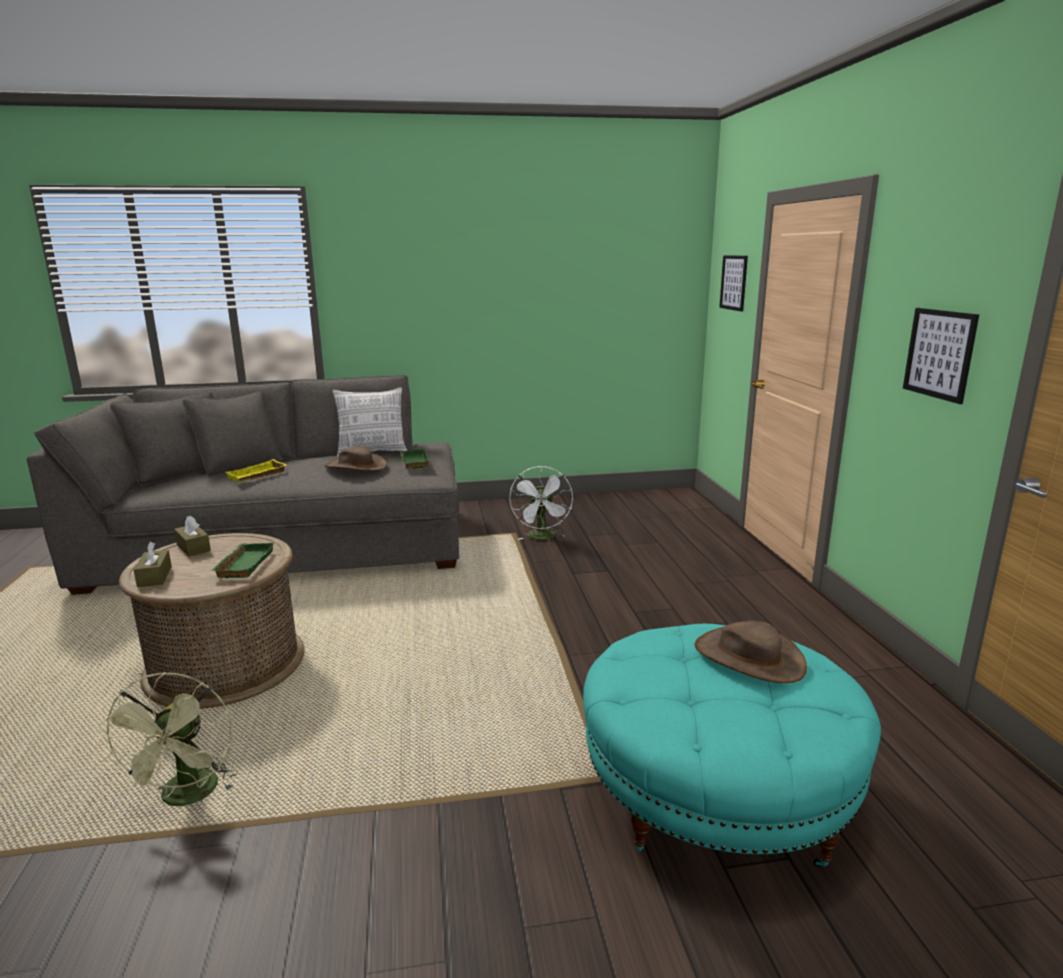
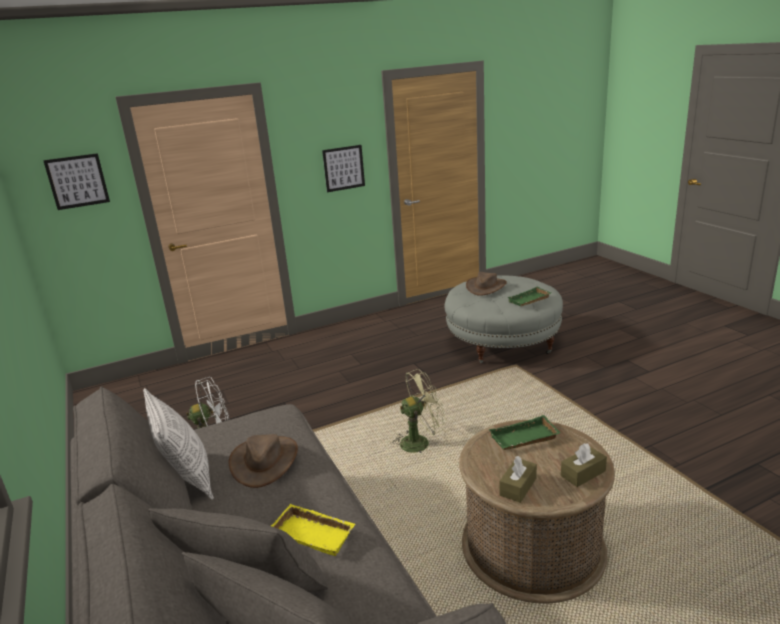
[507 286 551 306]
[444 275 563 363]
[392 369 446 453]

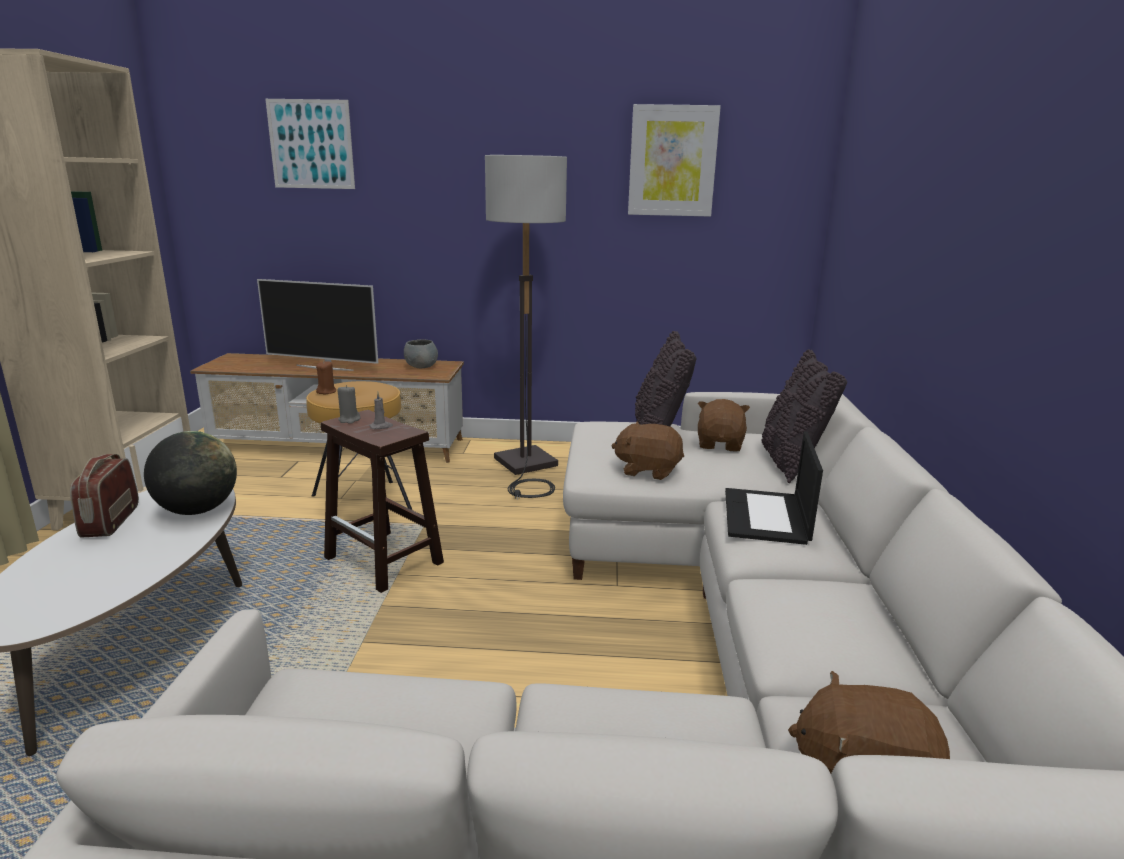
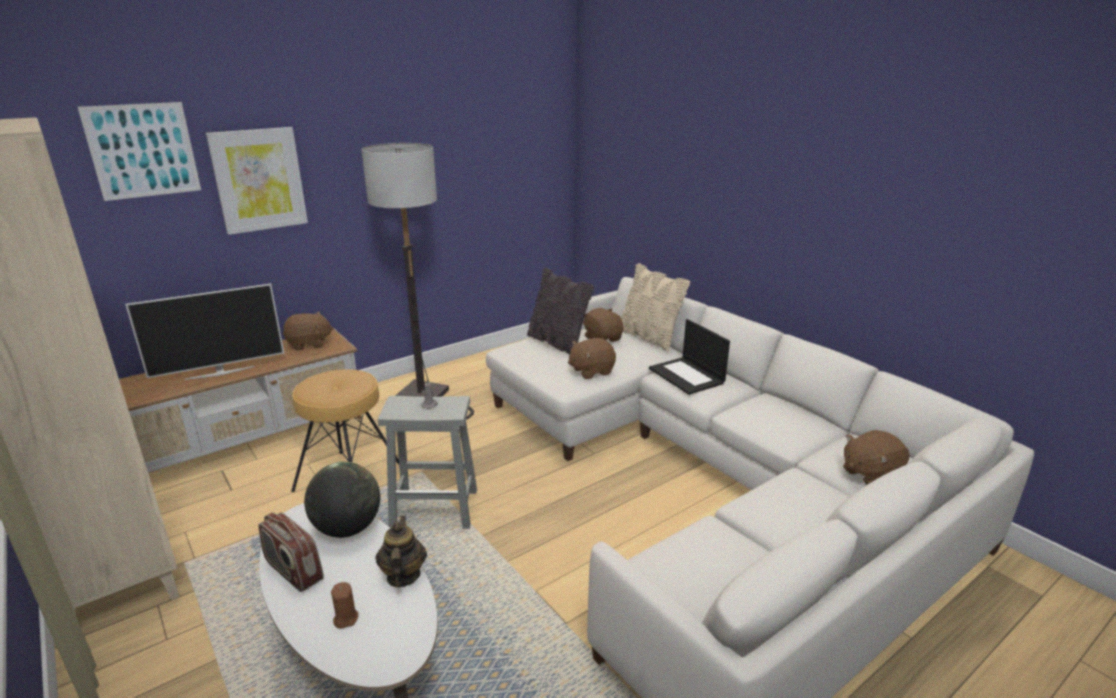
[206 127 308 235]
[283 312 334 350]
[621 263 690 352]
[331 582 359 629]
[337 385 360 424] (first image)
[378 396 477 529]
[375 515 427 587]

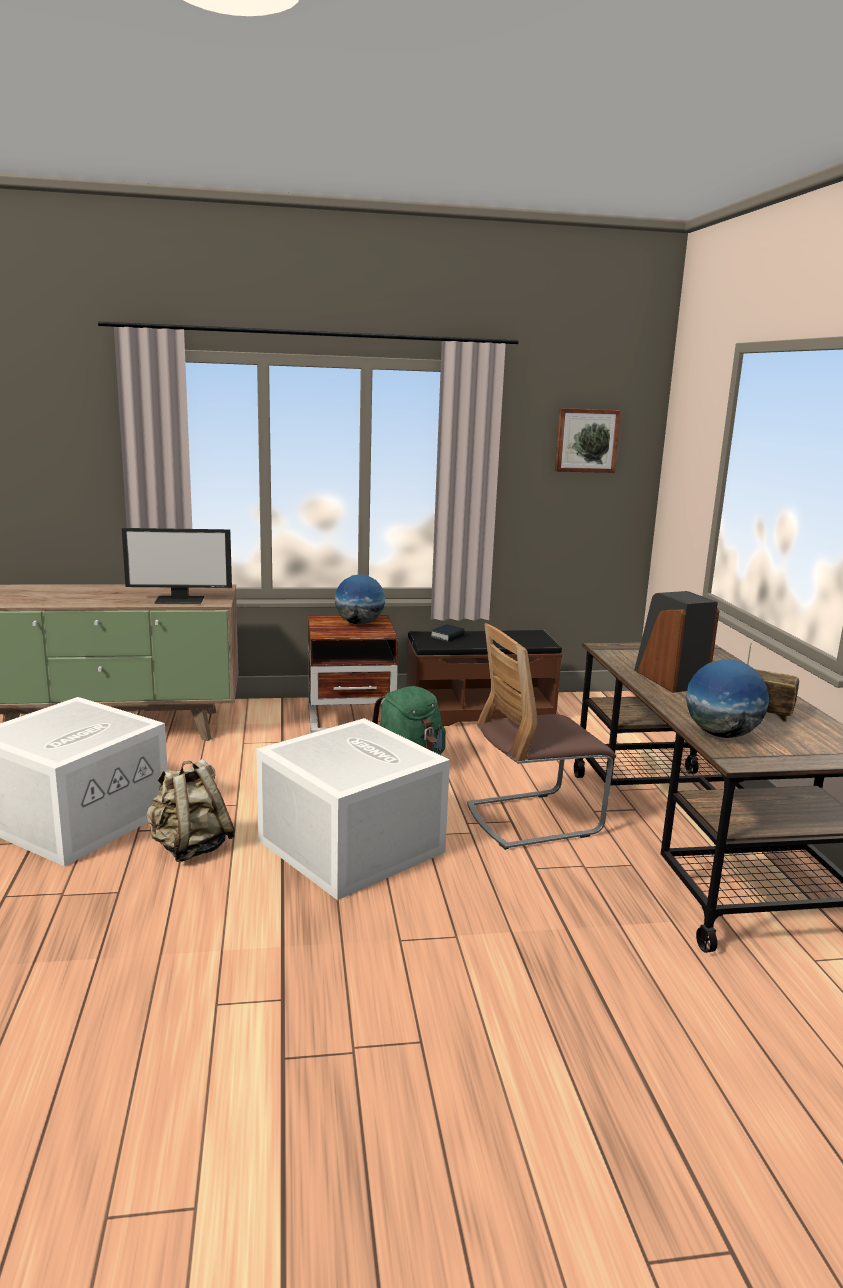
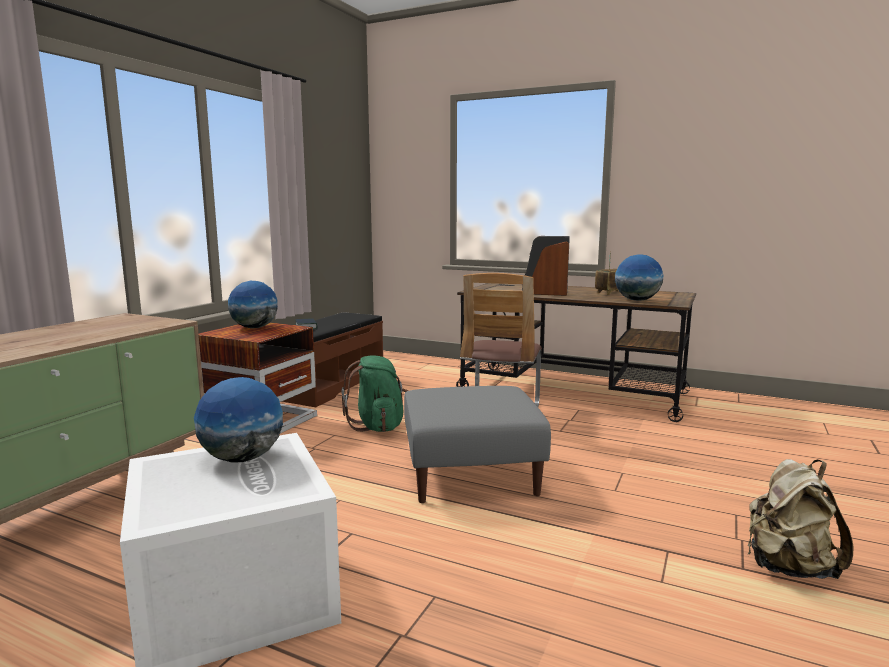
[555 408 621 473] (first image)
[122 528 232 604] (first image)
[404 386 551 503]
[748 459 854 579]
[194 377 283 462]

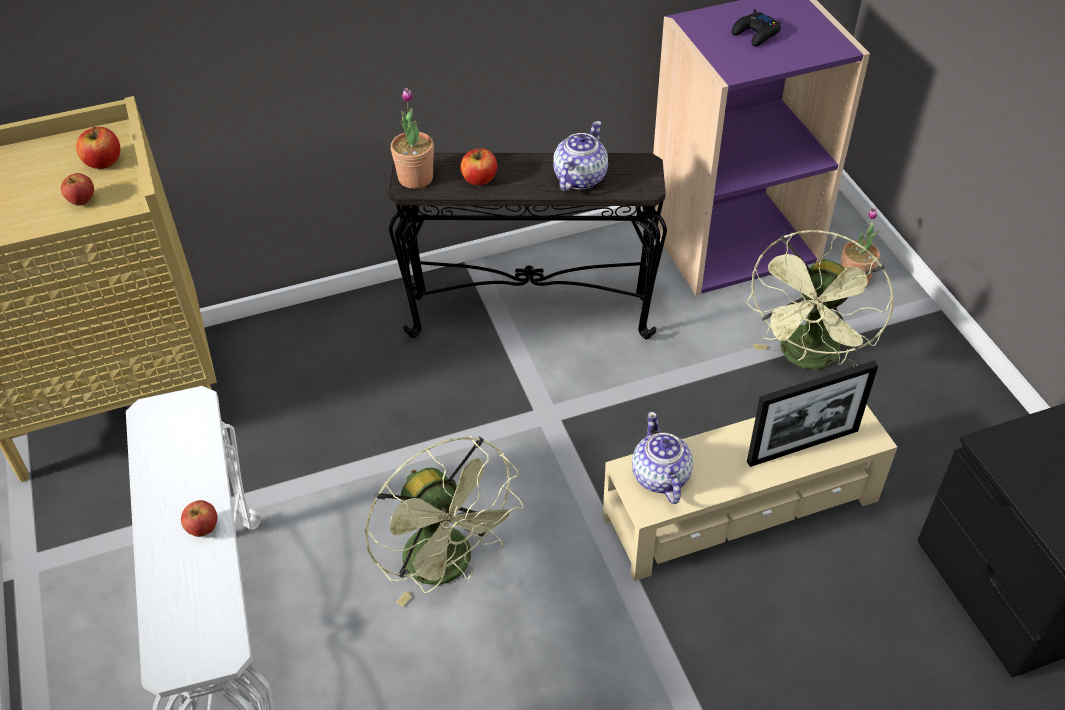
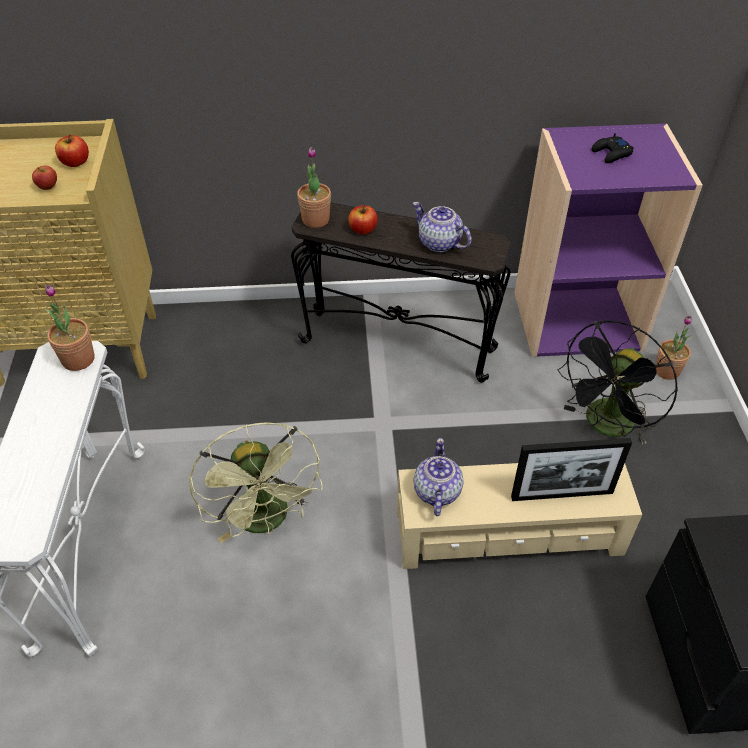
[413 202 472 252]
[558 320 678 445]
[181 500 217 537] (first image)
[45 284 95 371]

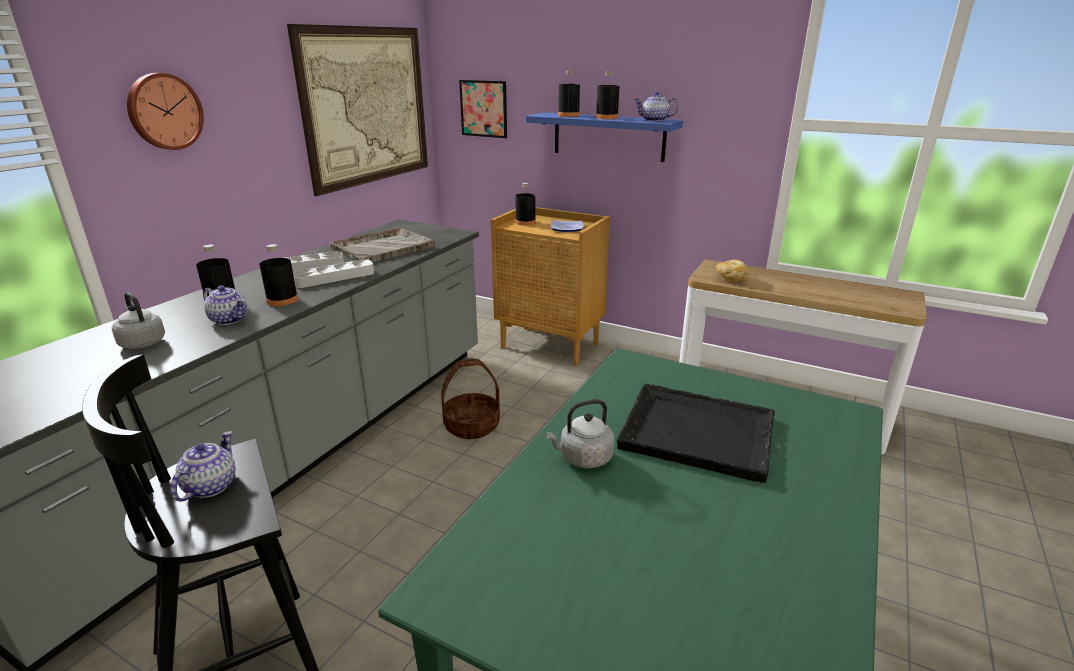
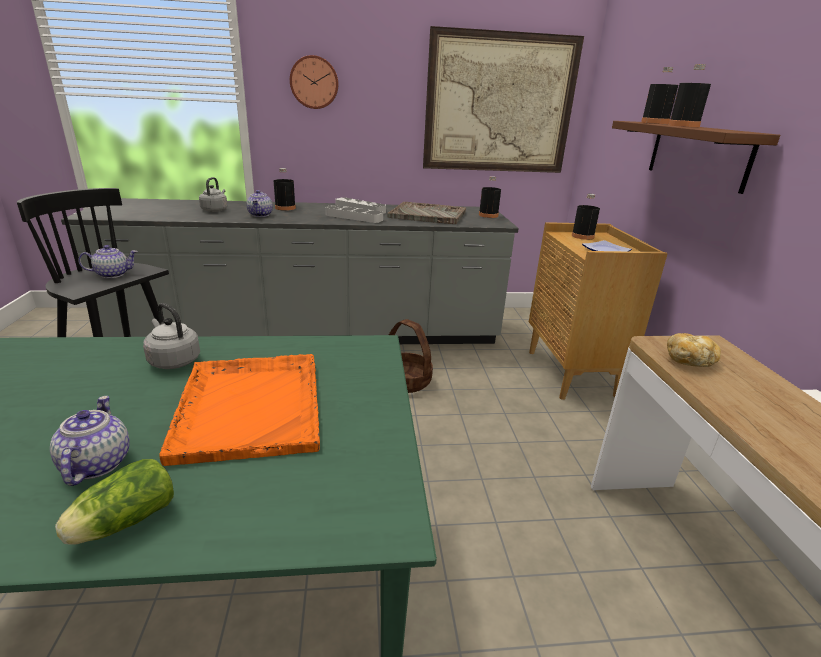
[459 80 507 138] (first image)
[50 396 130 486]
[612 121 780 194]
[479 176 501 218]
[159 354 320 466]
[55 459 174 545]

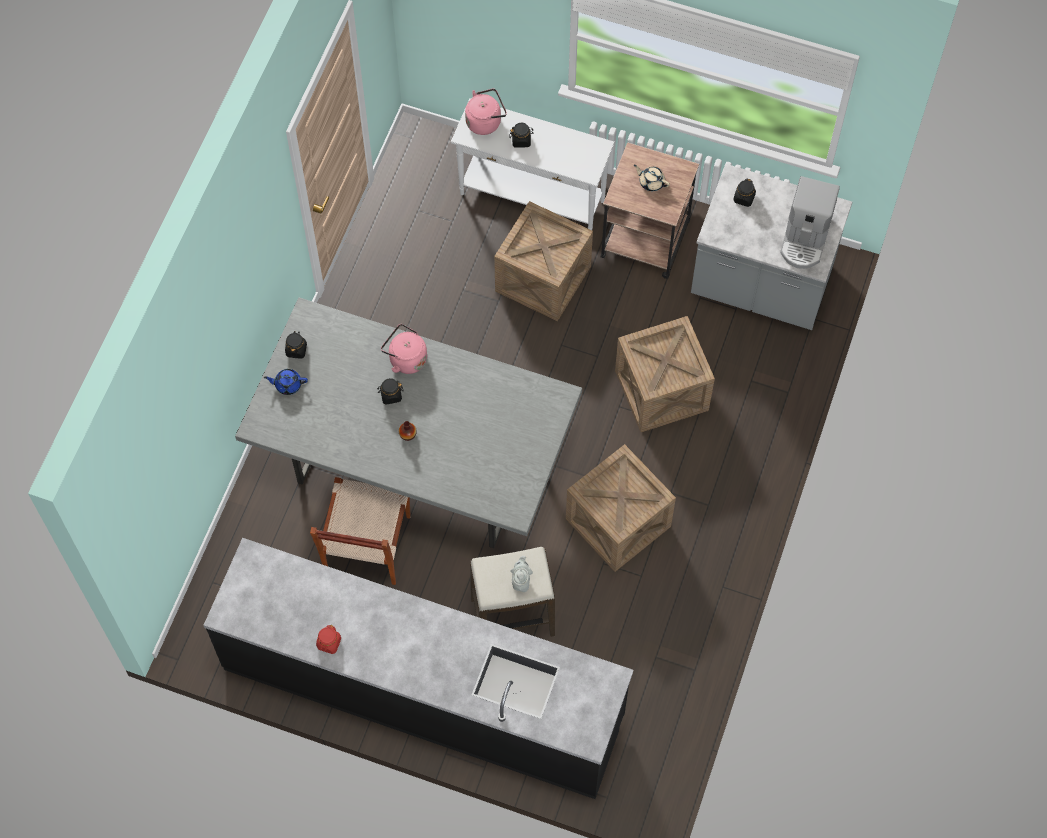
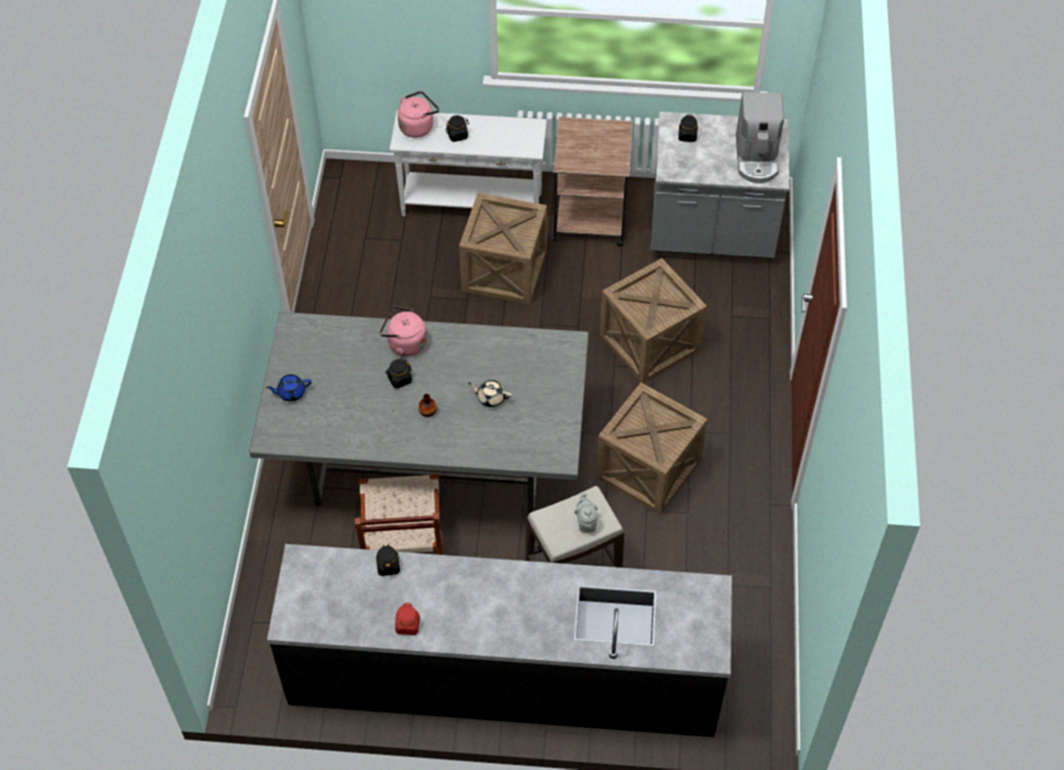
[468 380 512 407]
[376 544 400 576]

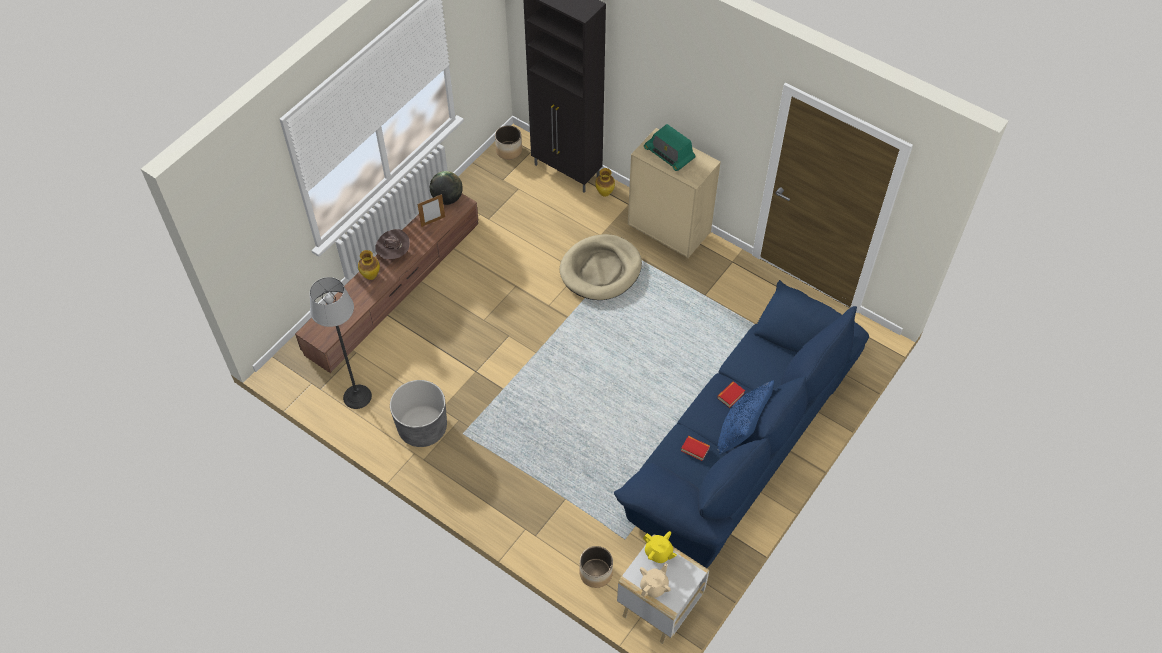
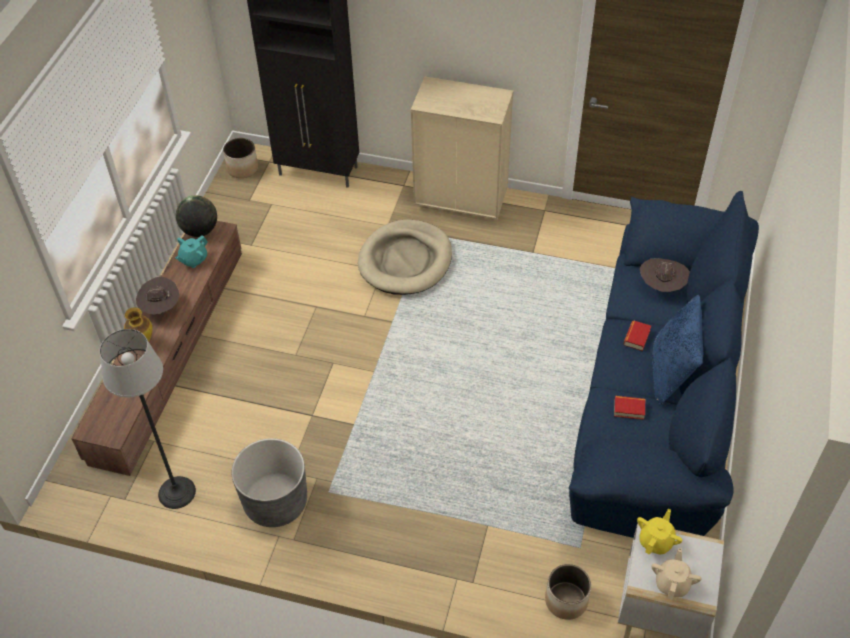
[644 124 695 171] (first image)
[595 168 615 197] (first image)
[175 235 208 268]
[637 508 683 555]
[640 258 690 292]

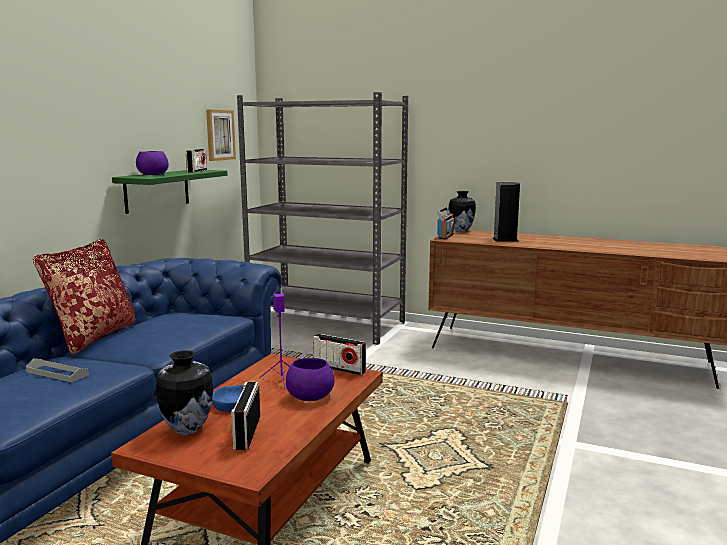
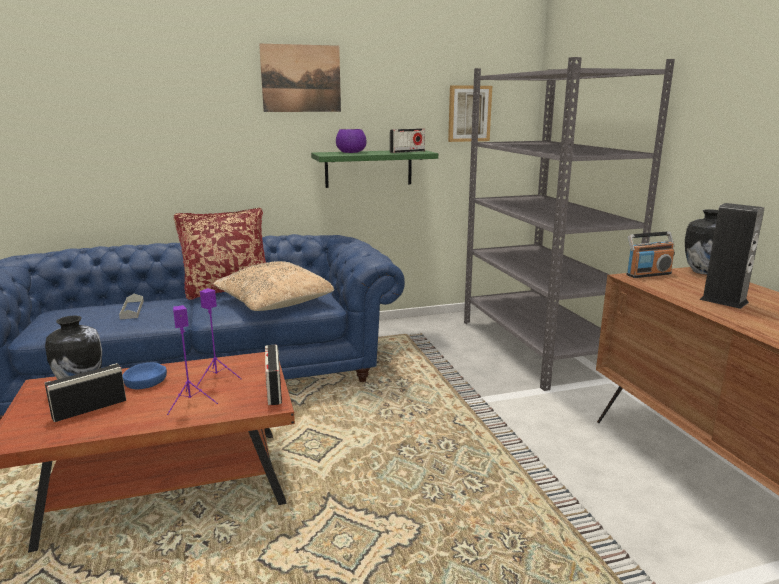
[167 305 218 415]
[259 44 341 112]
[213 261 334 311]

